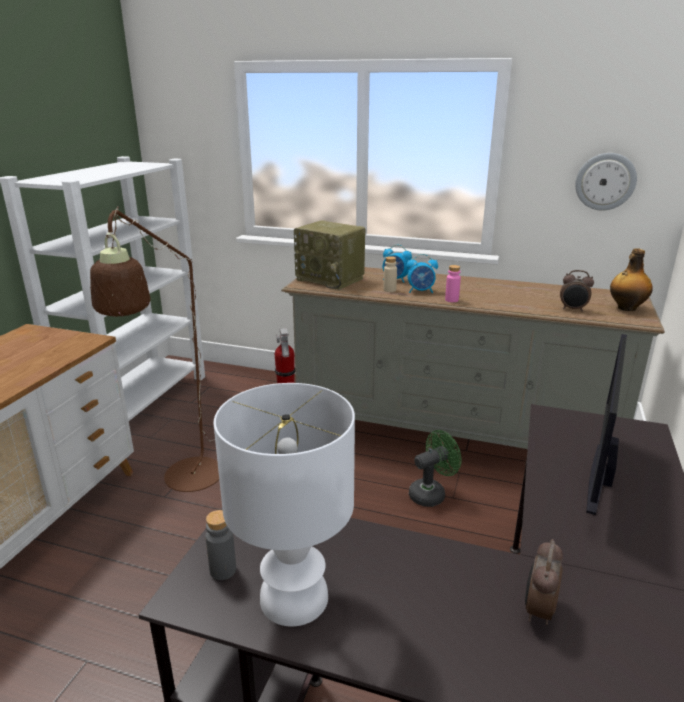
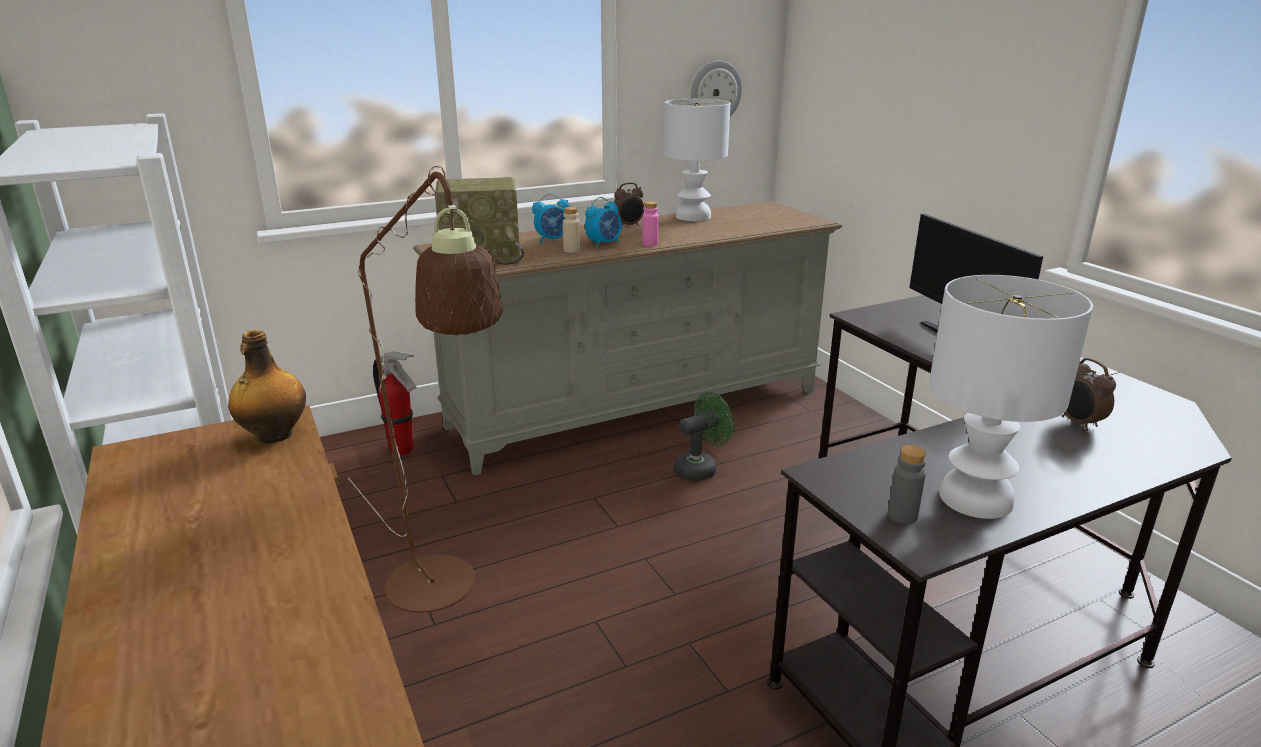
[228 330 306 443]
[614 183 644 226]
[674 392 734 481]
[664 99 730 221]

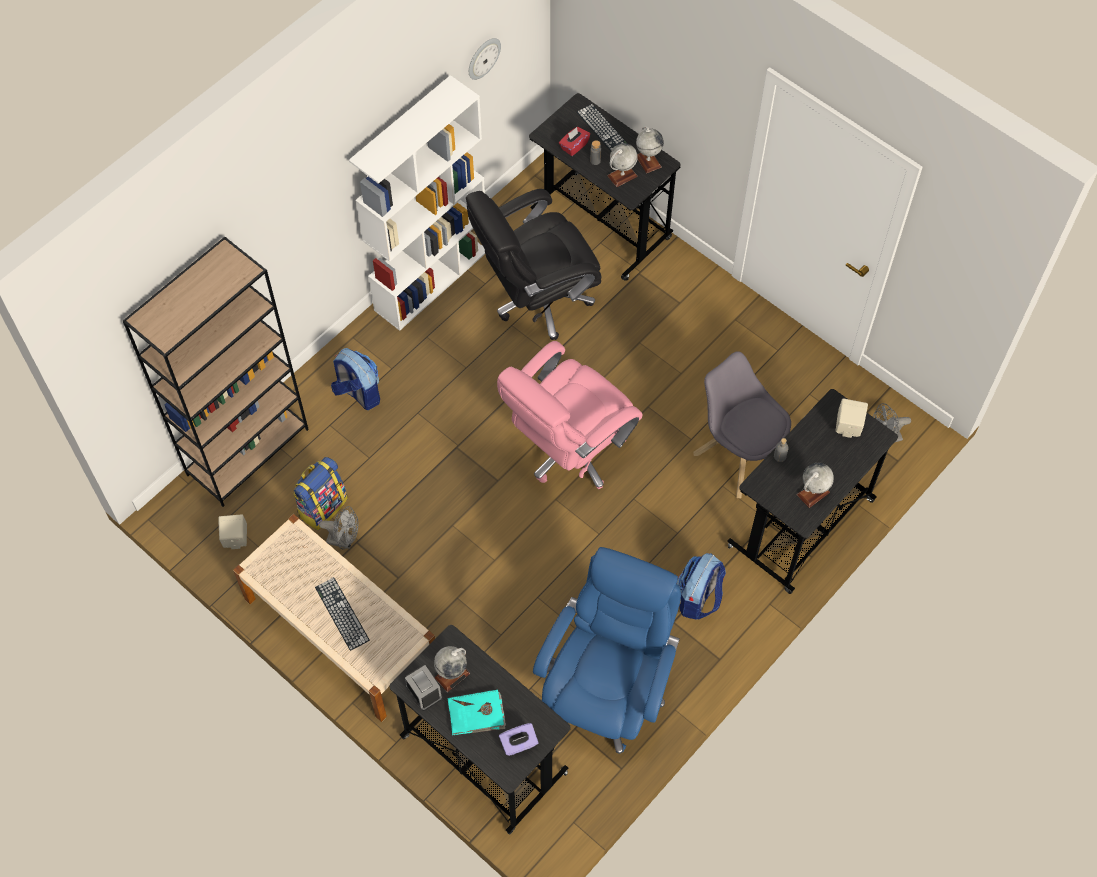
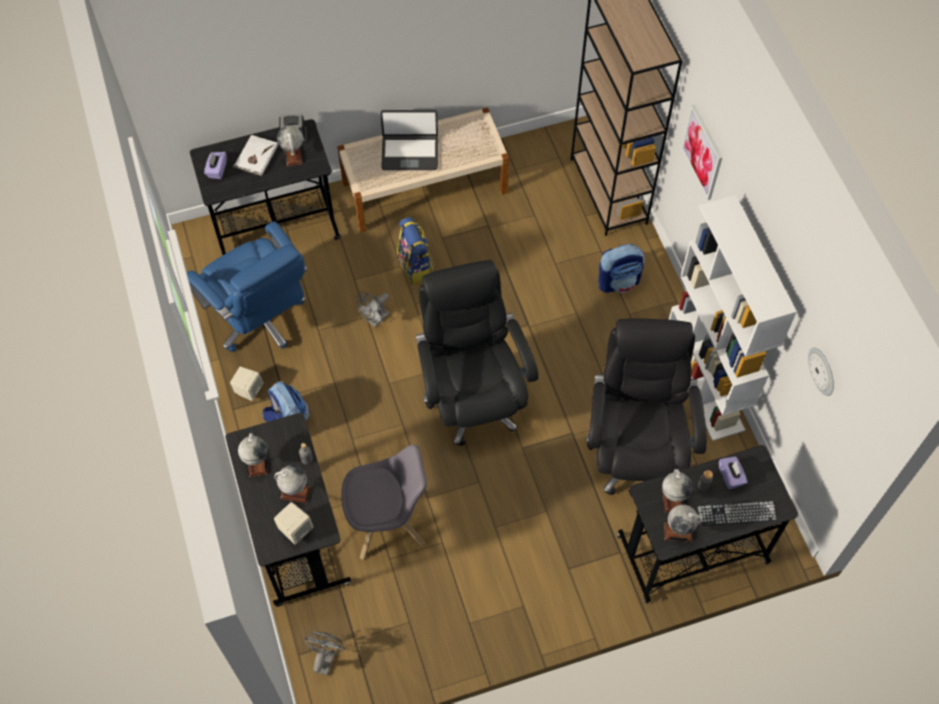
[719 456 748 489]
[416 260 539 446]
[397 217 434 285]
[357 291 390 327]
[230 366 263 401]
[380 110 438 170]
[233 135 278 176]
[681 105 722 200]
[274 465 311 503]

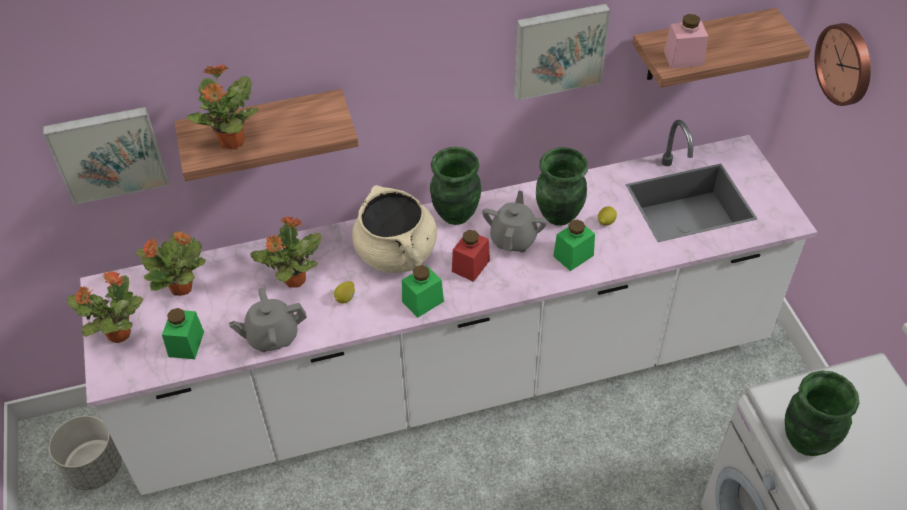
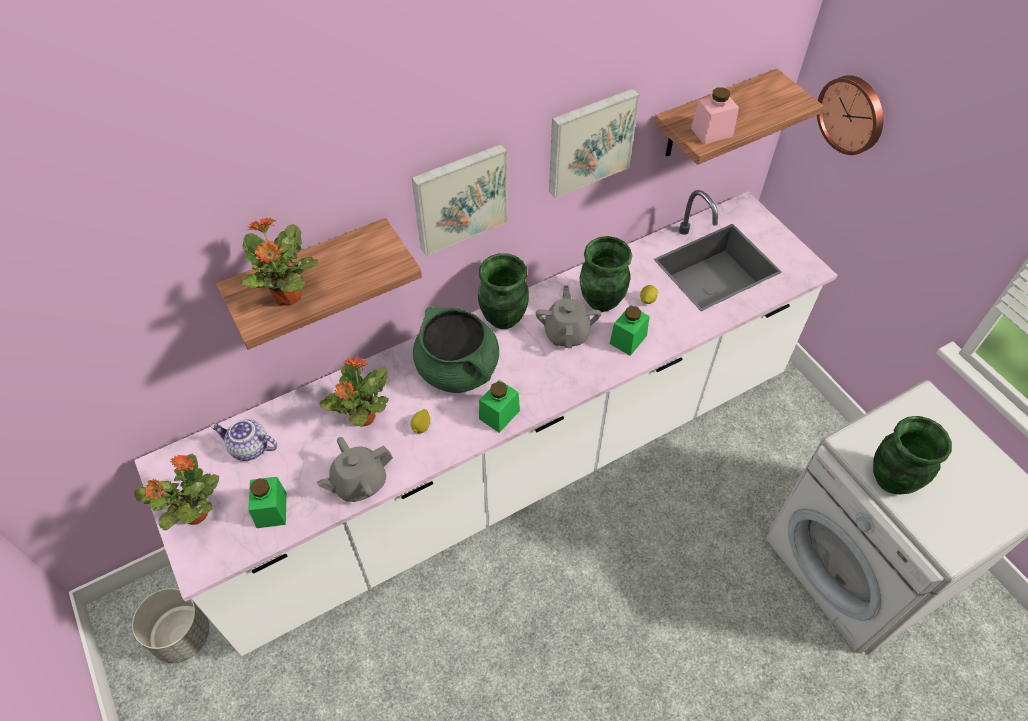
[411 144 508 256]
[413 307 499 393]
[452 230 490 282] (first image)
[211 419 278 461]

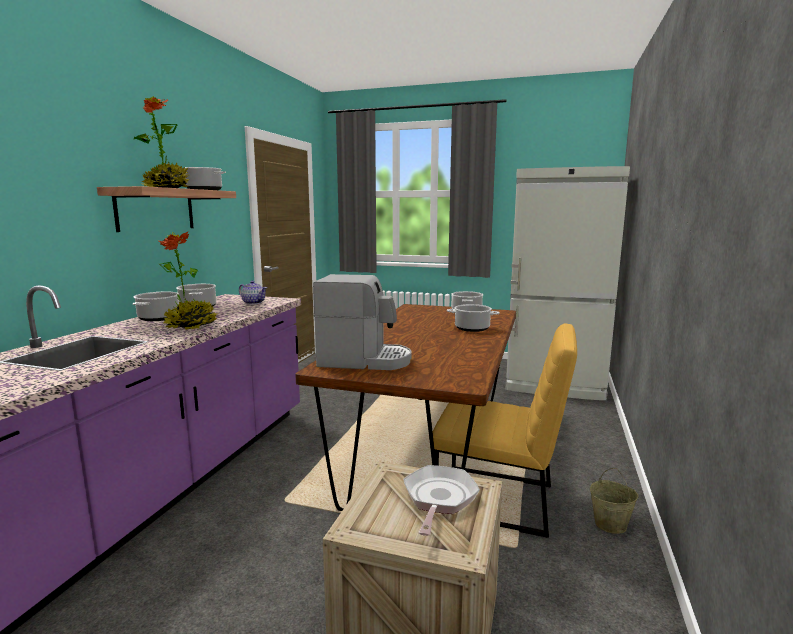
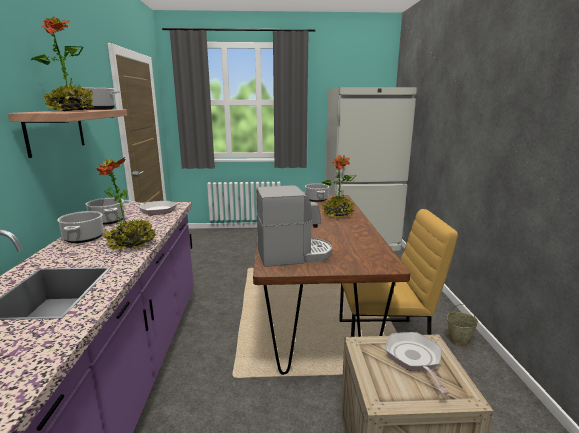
[124 200 177 215]
[321 155 355 218]

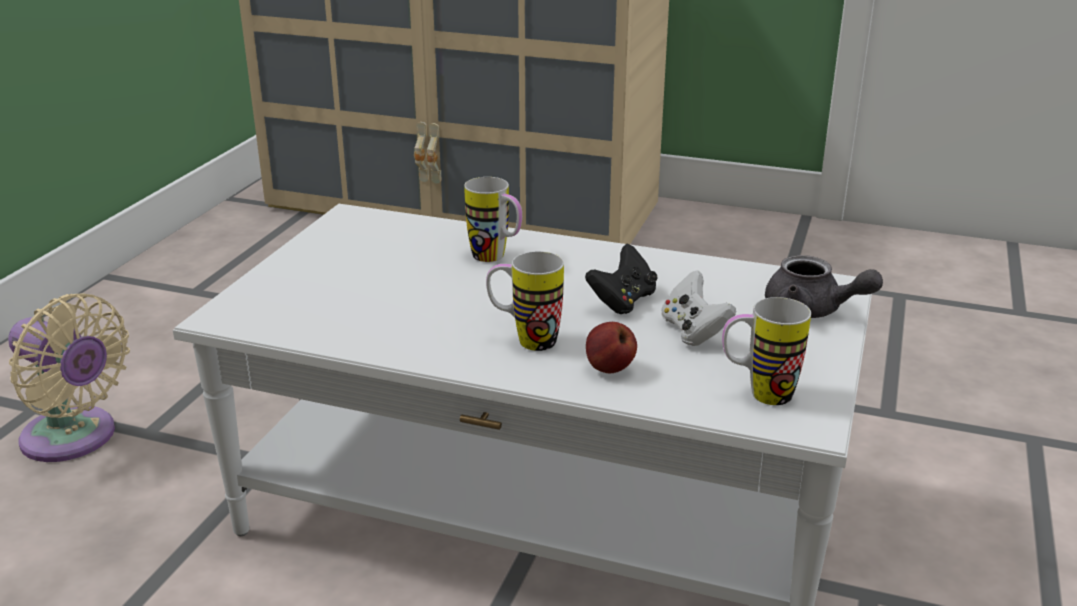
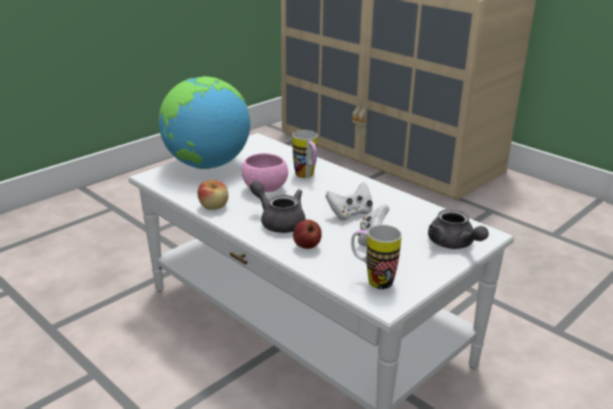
[325 182 373 220]
[250 181 306 233]
[8 294 130 462] (first image)
[159 76 250 169]
[242 153 288 192]
[198 180 228 210]

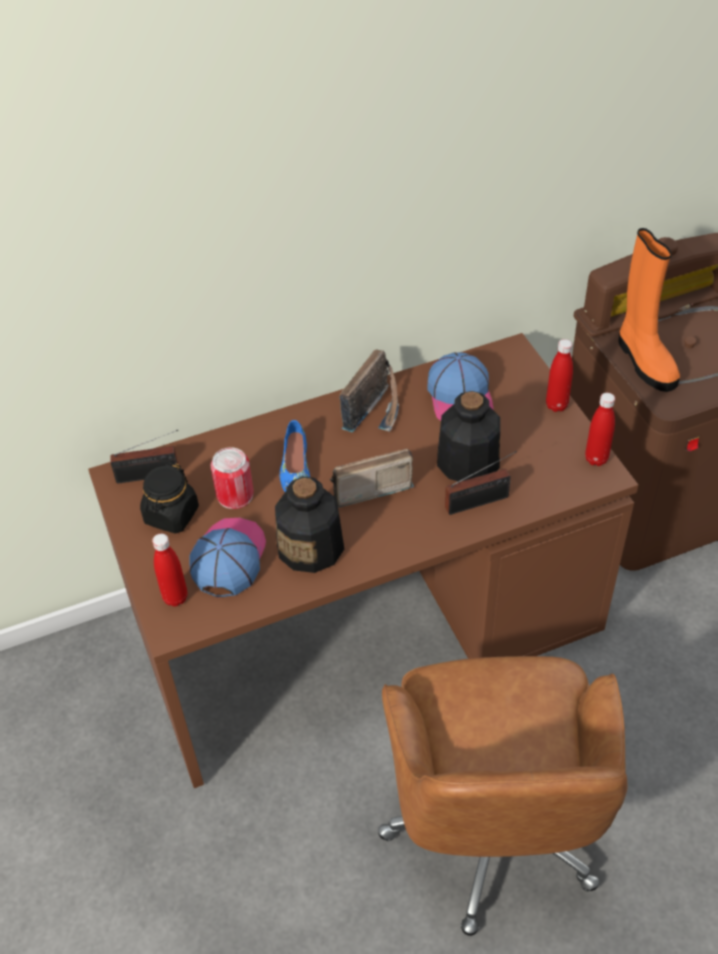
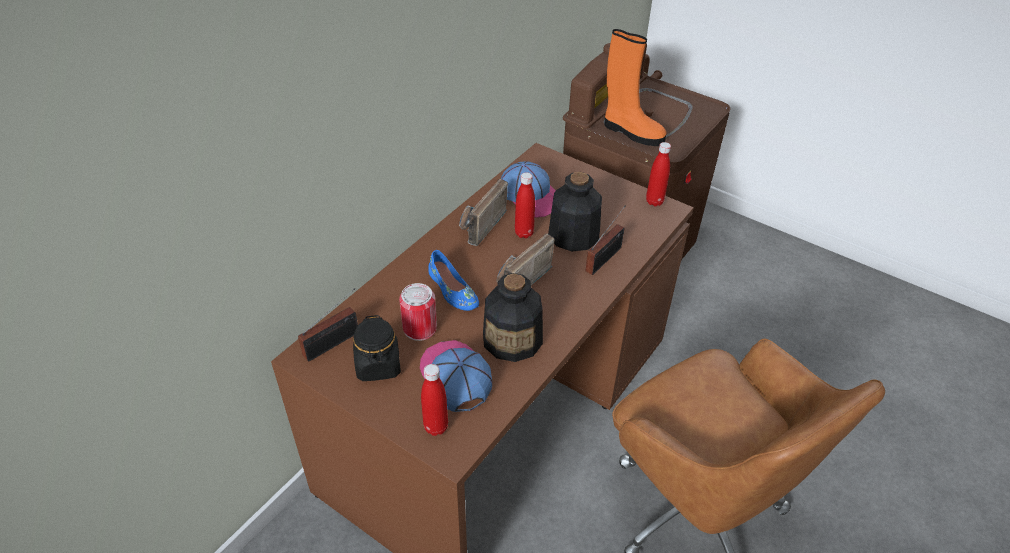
[515 172 535 238]
[459 179 508 246]

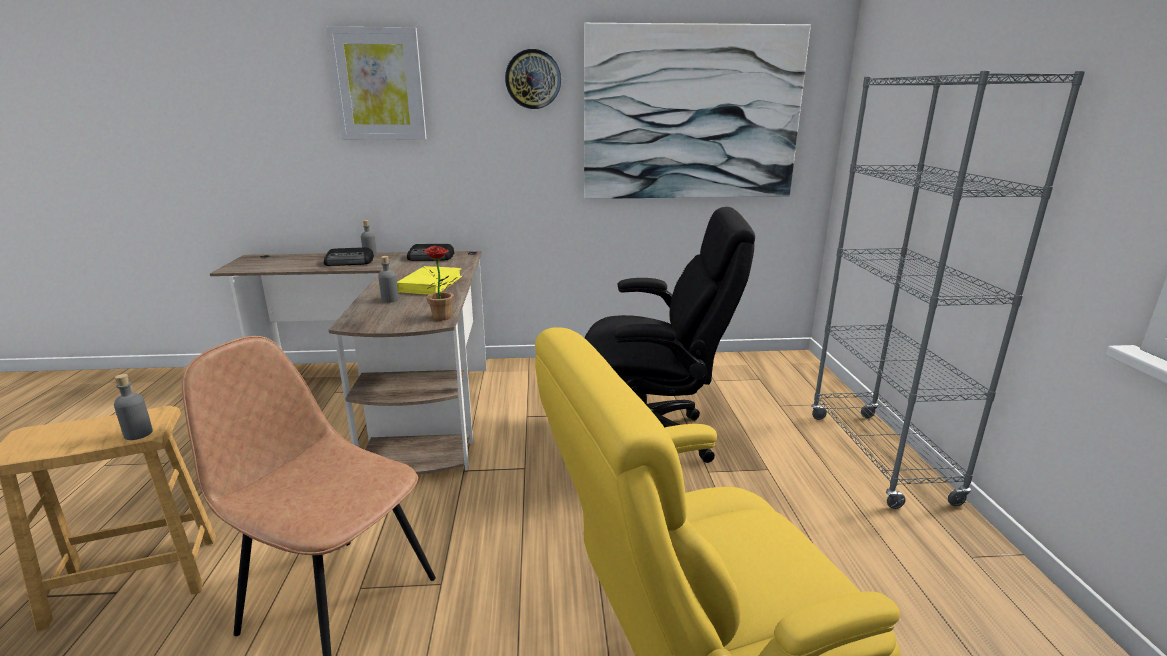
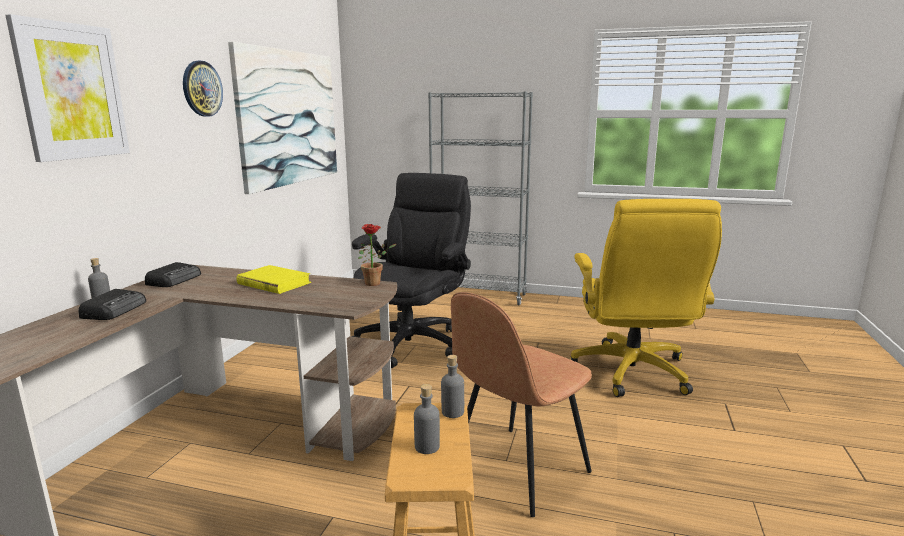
[414 384 440 454]

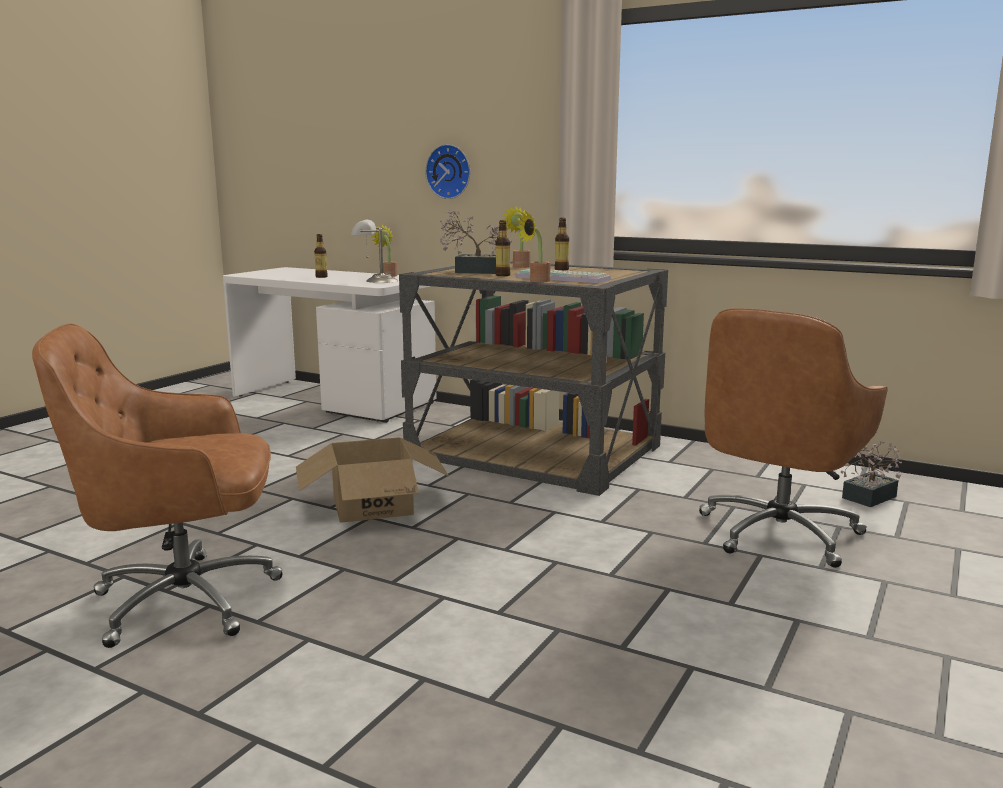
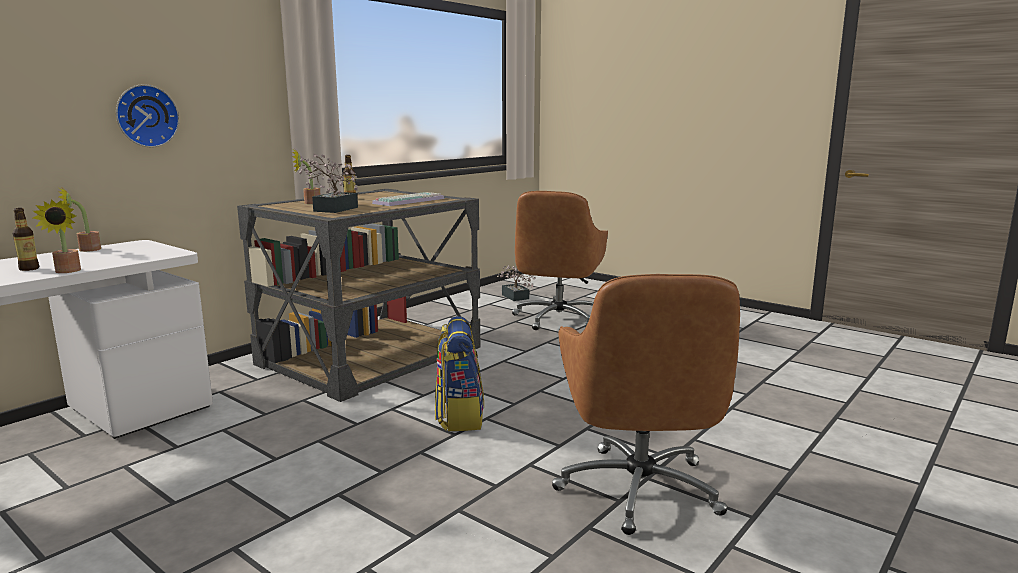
[33 199 81 273]
[351 220 398 283] (first image)
[495 220 510 276] (first image)
[512 191 608 330]
[435 316 484 431]

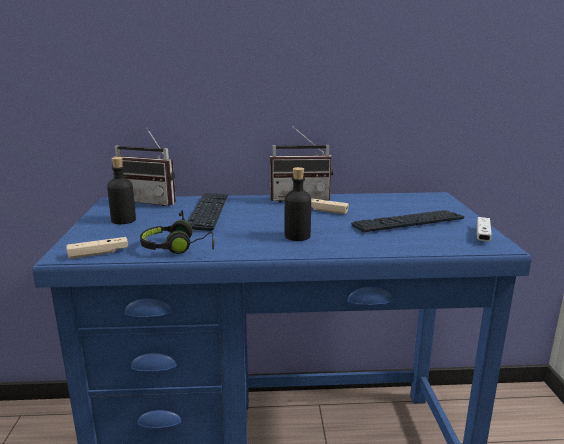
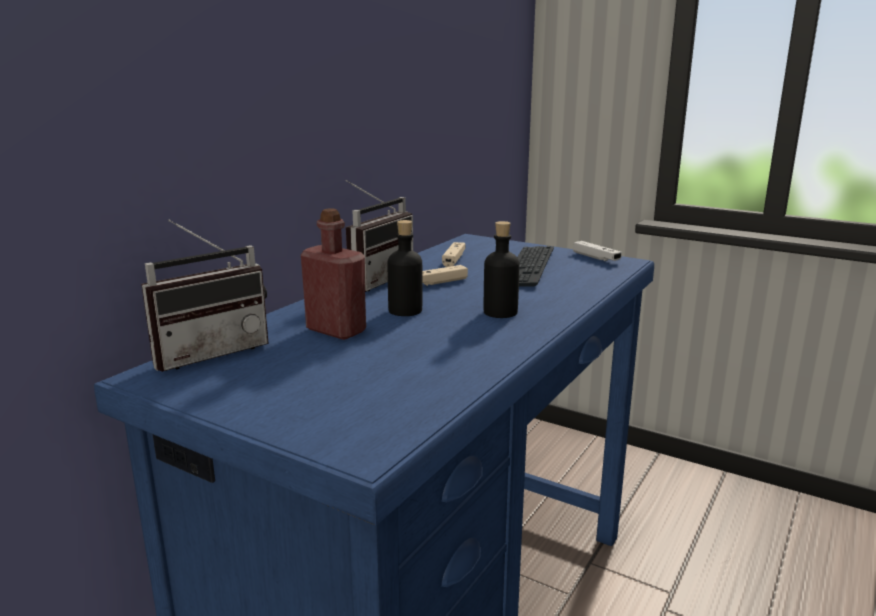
[388 220 423 316]
[301 208 366 340]
[140 210 215 254] (first image)
[442 242 466 267]

